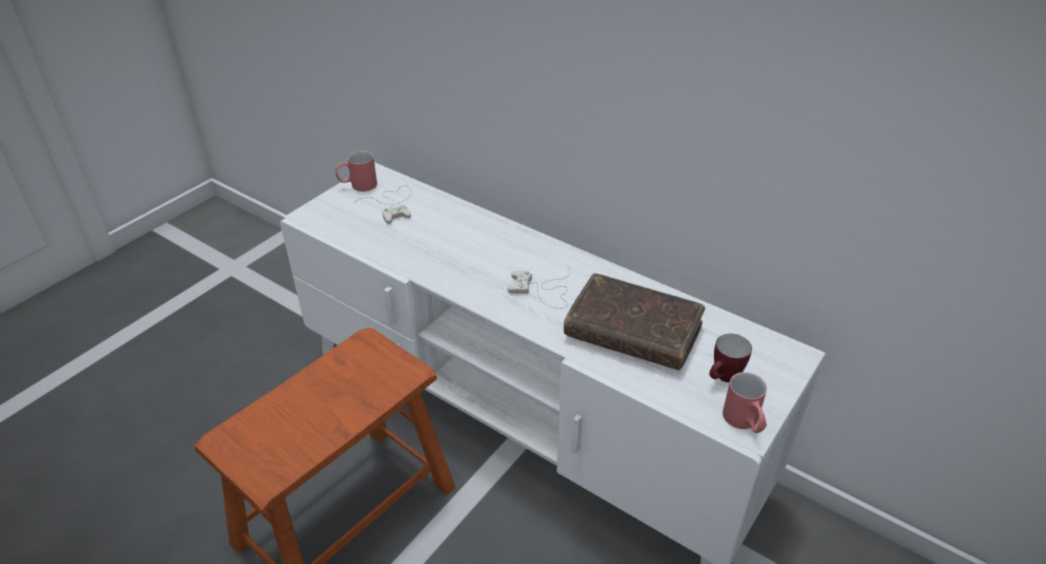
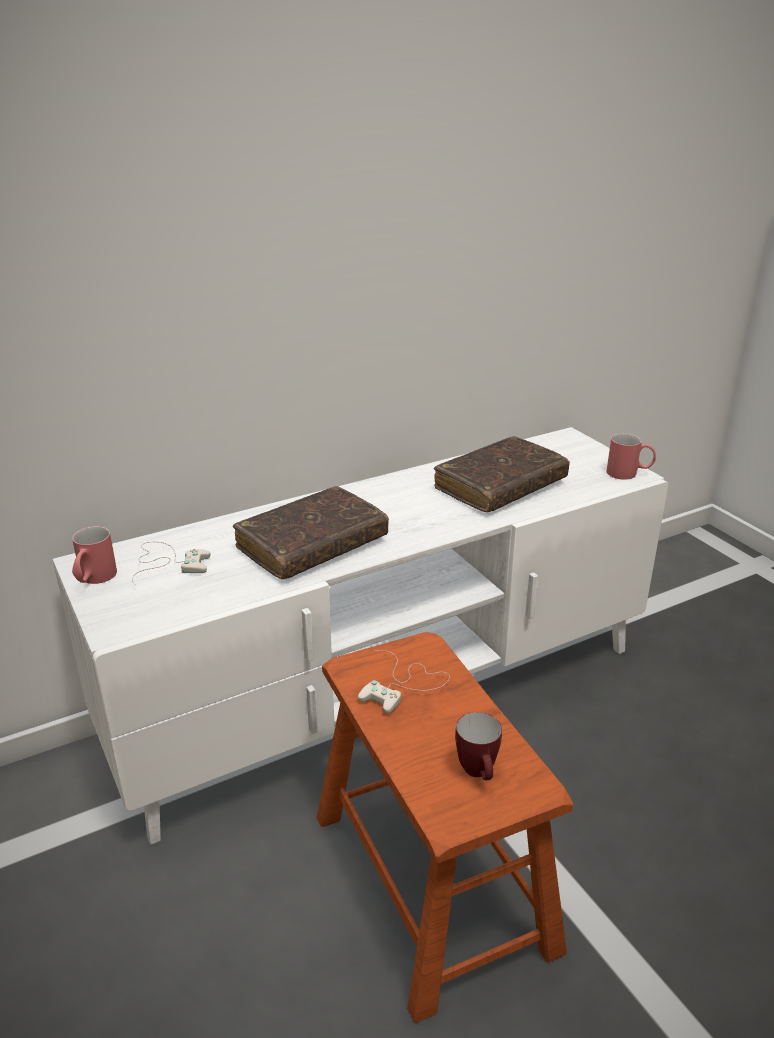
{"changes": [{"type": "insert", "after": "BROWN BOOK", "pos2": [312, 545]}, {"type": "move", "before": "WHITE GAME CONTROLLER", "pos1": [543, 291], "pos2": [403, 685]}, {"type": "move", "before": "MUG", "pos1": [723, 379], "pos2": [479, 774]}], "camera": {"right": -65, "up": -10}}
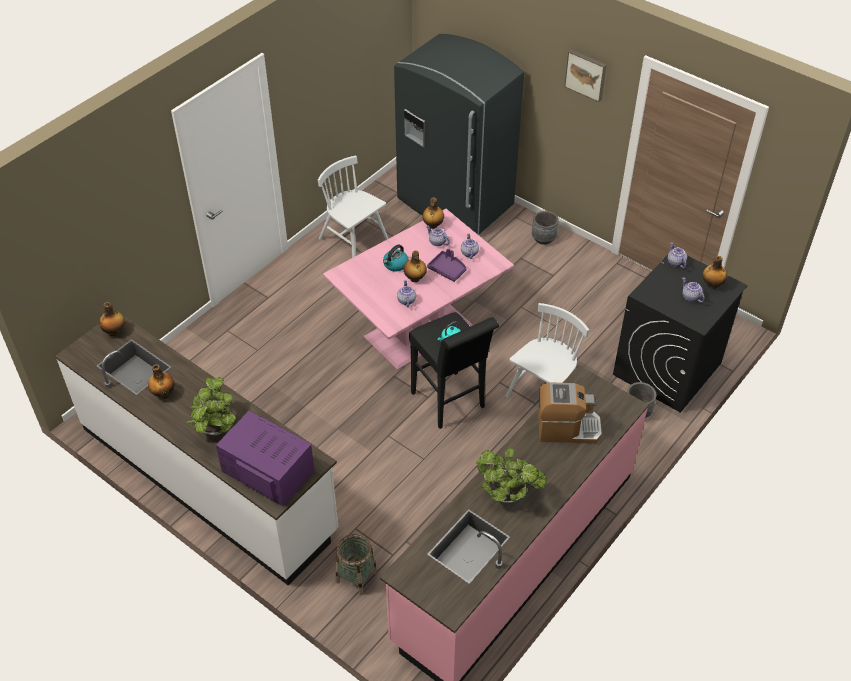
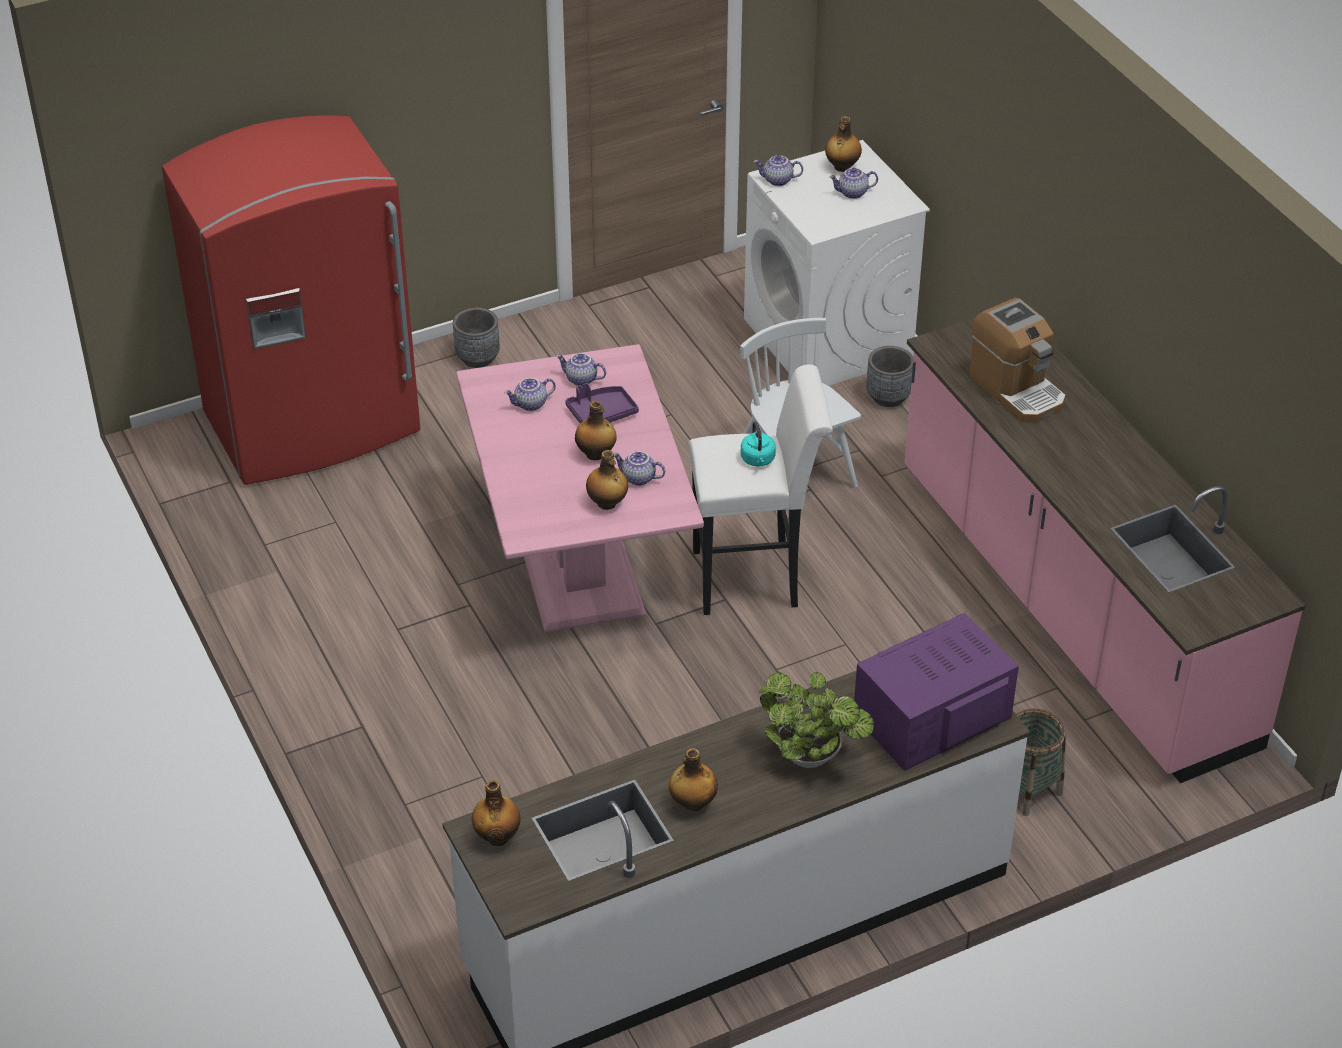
{"changes": [{"type": "delete", "before": "WHITE CHAIR", "pos1": [353, 240]}, {"type": "delete", "before": "KETTLE", "pos1": [395, 265]}, {"type": "delete", "before": "POTTED PLANT", "pos1": [509, 495]}, {"type": "delete", "before": "PICTURE", "pos1": [586, 74]}, {"type": "move", "before": "BOTTLE", "pos1": [433, 225], "pos2": [607, 503]}, {"type": "recolor", "before": "GREY FRIDGE", "after": "RED FRIDGE", "pos1": [454, 203], "pos2": [314, 425]}, {"type": "recolor", "before": "BLACK STOOL", "after": "WHITE STOOL", "pos1": [450, 403], "pos2": [754, 578]}, {"type": "recolor", "before": "BLACK WASHING MACHINE", "after": "WHITE WASHING MACHINE", "pos1": [667, 369], "pos2": [829, 339]}, {"type": "rotate", "before": "COFFEE MACHINE", "pos1": [567, 428], "pos2": [1017, 389], "turn": 120}], "camera": {"right": -65, "up": -5}}
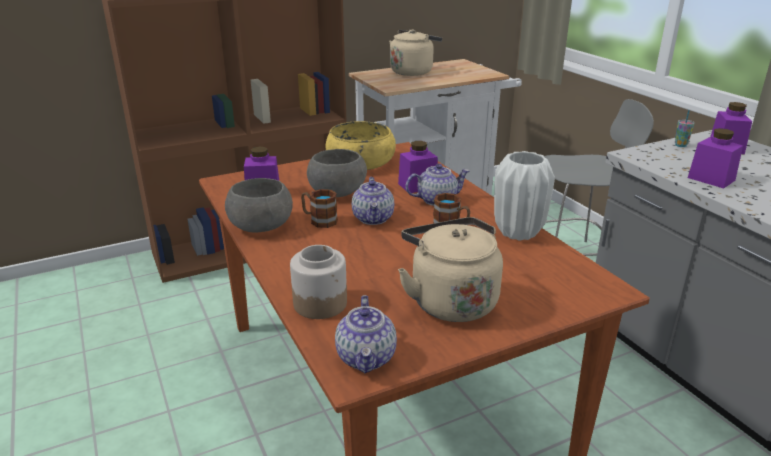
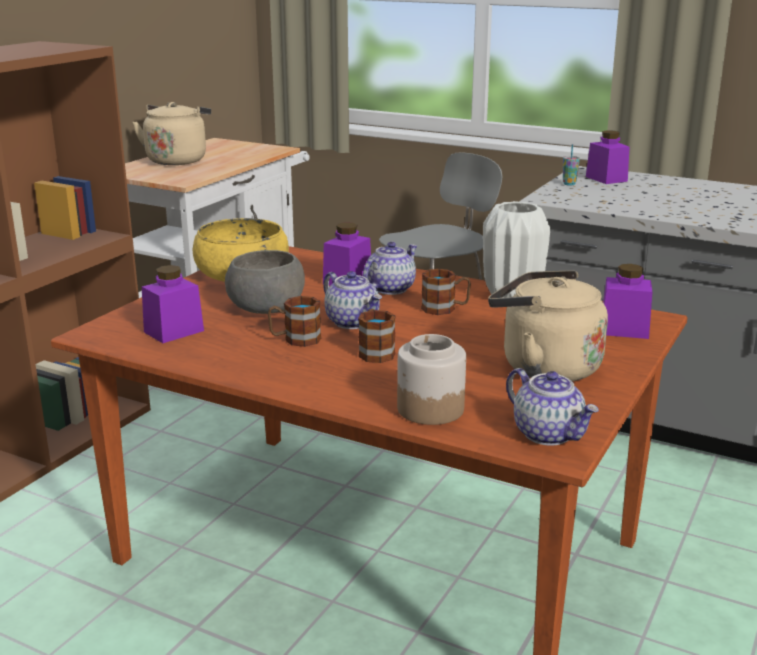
{"changes": [{"type": "delete", "before": "GREY BOWL", "pos1": [262, 225]}, {"type": "insert", "after": "MUG", "pos2": [375, 351]}, {"type": "move", "before": "PURPLE JAR", "pos1": [711, 179], "pos2": [624, 329]}], "camera": {"right": -35, "up": -5}}
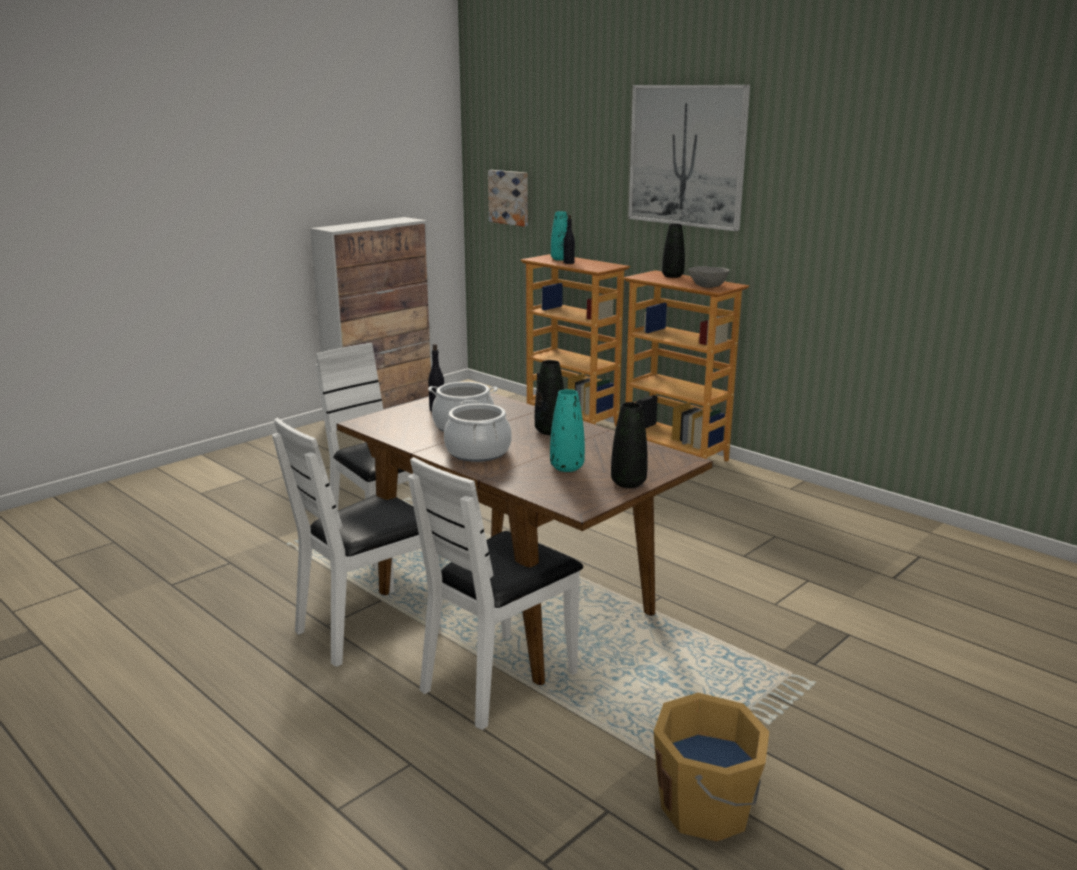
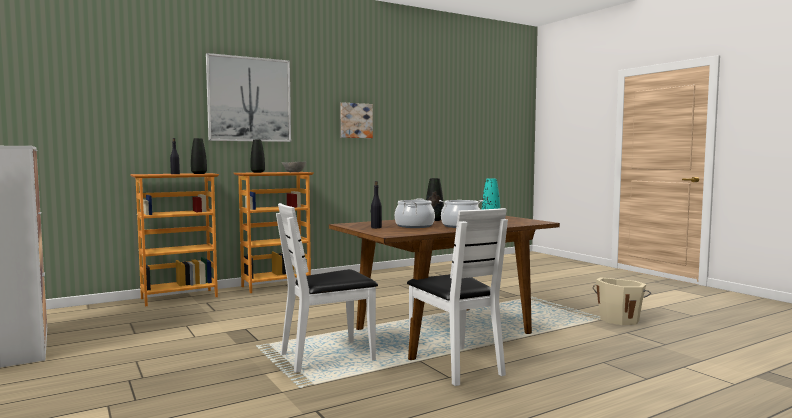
{"changes": [{"type": "delete", "before": "WHITE CHAIR", "pos1": [499, 680]}, {"type": "delete", "before": "TURQUOISE VASE", "pos1": [560, 259]}, {"type": "move", "before": "PICTURE", "pos1": [510, 197], "pos2": [355, 120]}, {"type": "move", "before": "BLACK VASE", "pos1": [628, 483], "pos2": [199, 173]}, {"type": "recolor", "before": "ORANGE BUCKET", "after": "BEIGE BUCKET", "pos1": [708, 808], "pos2": [619, 319]}], "camera": {"right": -75, "up": -15}}
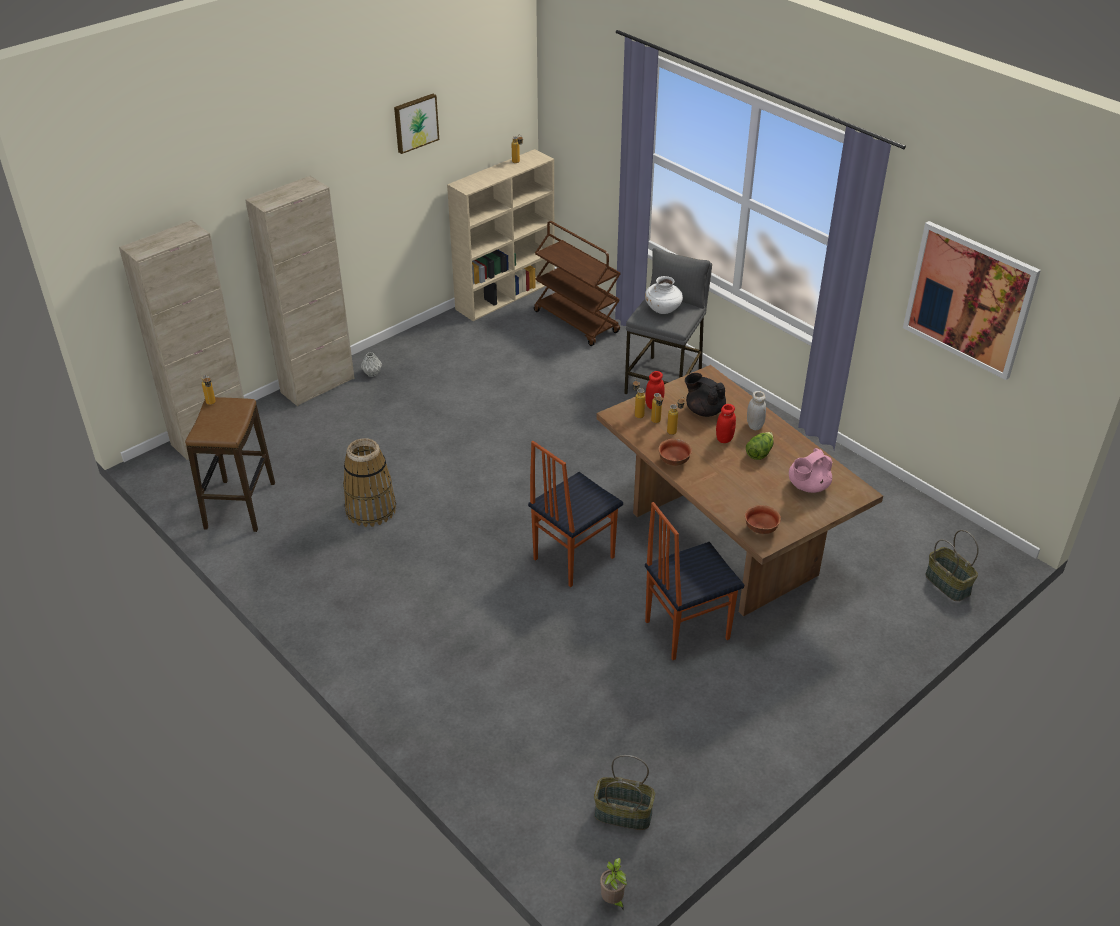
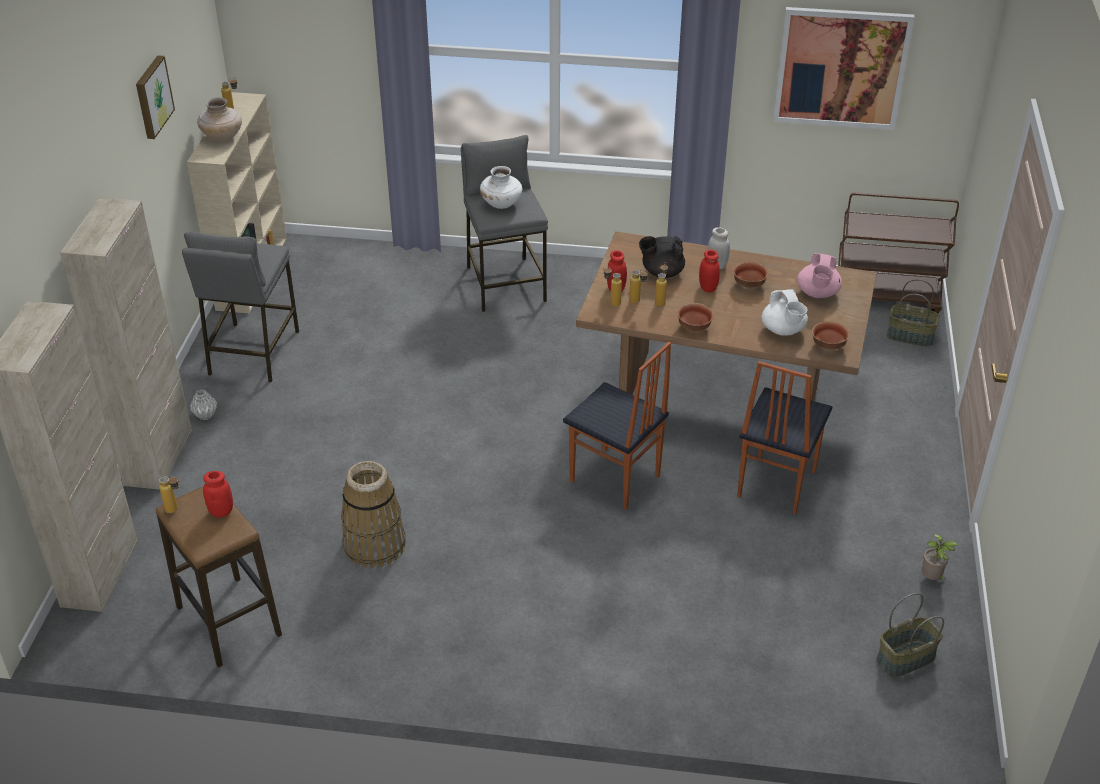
{"changes": [{"type": "insert", "after": "GREY STOOL", "pos2": [252, 352]}, {"type": "insert", "after": "BEIGE VASE", "pos2": [222, 137]}, {"type": "insert", "after": "RED JAR", "pos2": [221, 511]}, {"type": "insert", "after": "WHITE TEAPOT", "pos2": [783, 330]}, {"type": "move", "before": "BROWN CART", "pos1": [577, 322], "pos2": [885, 297]}, {"type": "move", "before": "POTTED PLANT", "pos1": [613, 900], "pos2": [932, 579]}, {"type": "replace", "before": "LETTUCE", "after": "BOWL", "pos1": [759, 452], "pos2": [748, 285]}, {"type": "rotate", "before": "CHAIR", "pos1": [572, 558], "pos2": [614, 480], "turn": -60}], "camera": {"right": -40, "up": 0}}
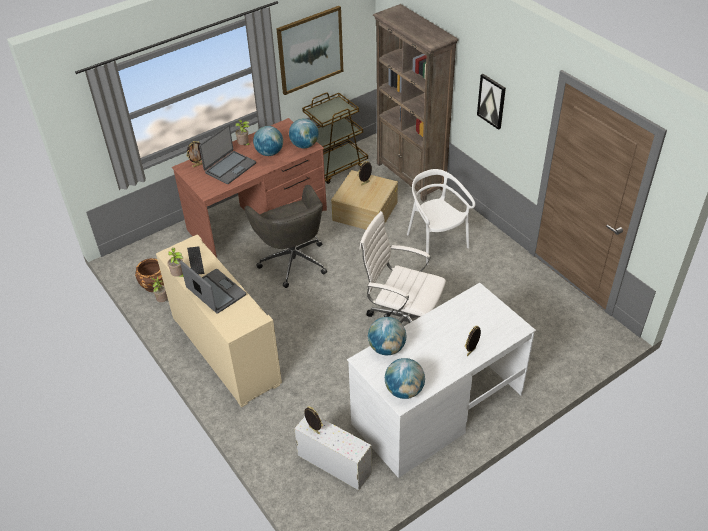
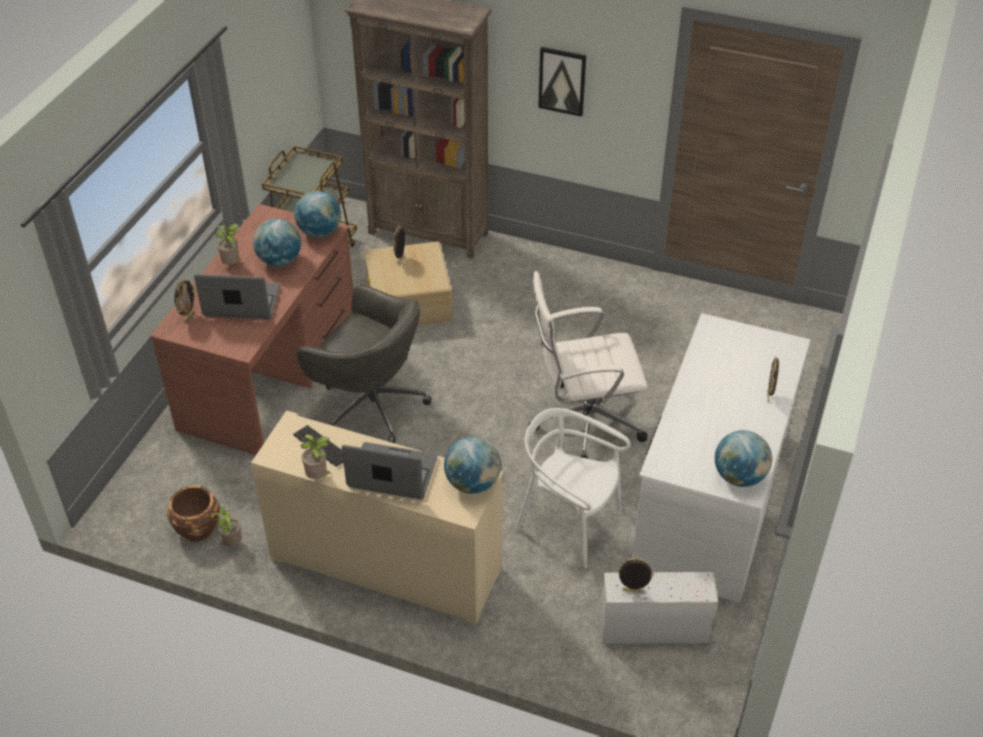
{"changes": [{"type": "delete", "before": "PICTURE", "pos1": [310, 50]}, {"type": "move", "before": "GLOBE", "pos1": [387, 348], "pos2": [472, 483]}, {"type": "move", "before": "WHITE CHAIR", "pos1": [436, 242], "pos2": [569, 523]}, {"type": "rotate", "before": "LAPTOP", "pos1": [230, 168], "pos2": [241, 302], "turn": -90}], "camera": {"right": -35, "up": 0}}
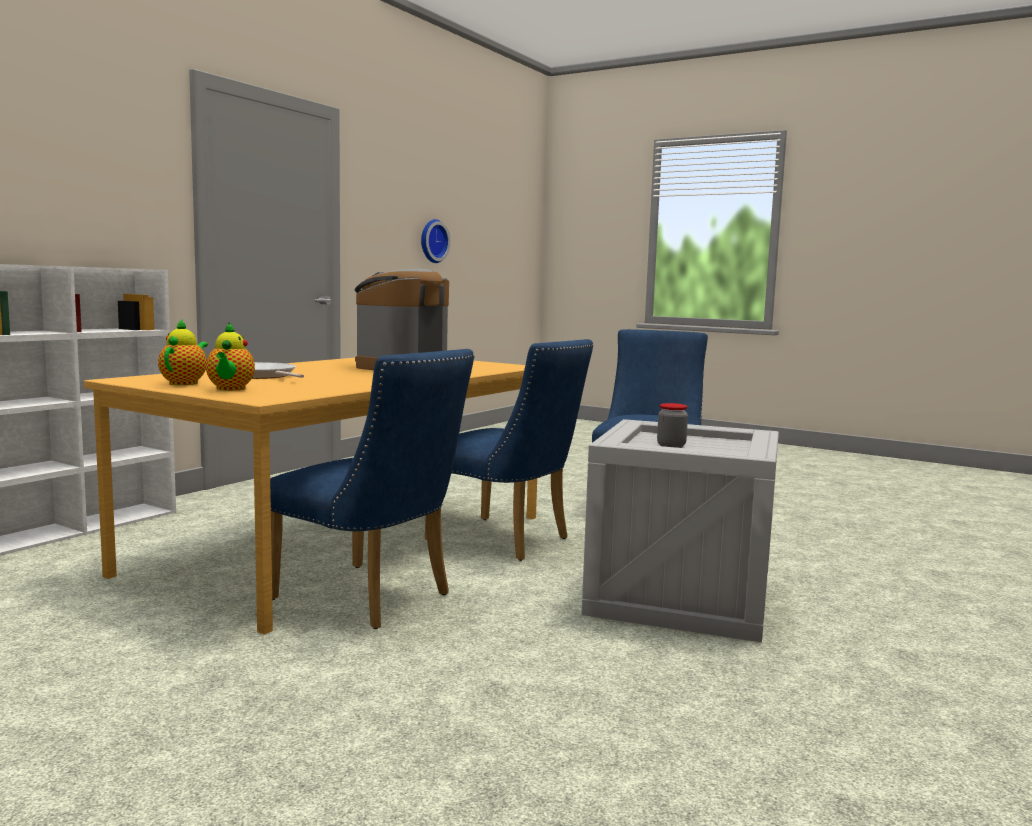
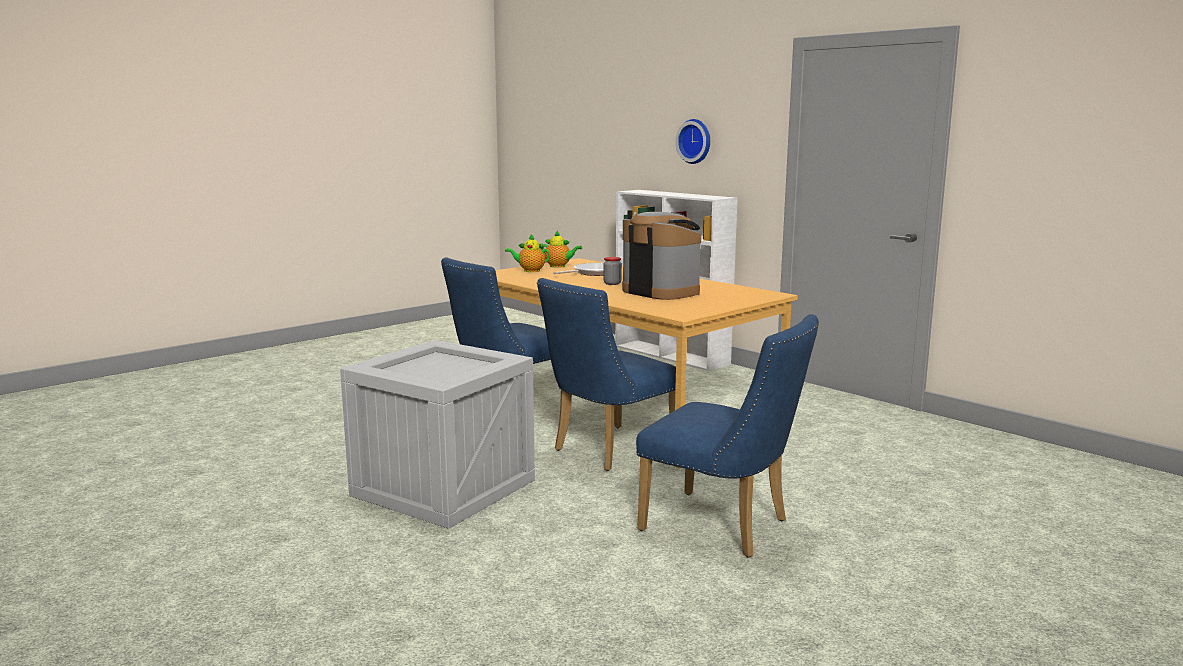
{"changes": [{"type": "move", "before": "WALL CLOCK", "pos1": [432, 241], "pos2": [695, 141]}, {"type": "move", "before": "JAR", "pos1": [671, 446], "pos2": [612, 283]}], "camera": {"right": 105, "up": 5}}
